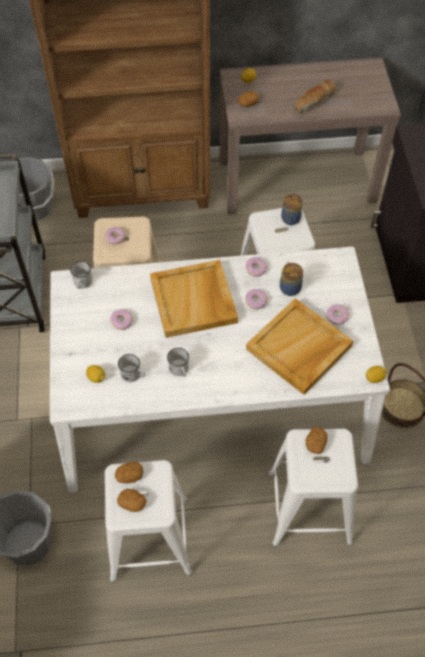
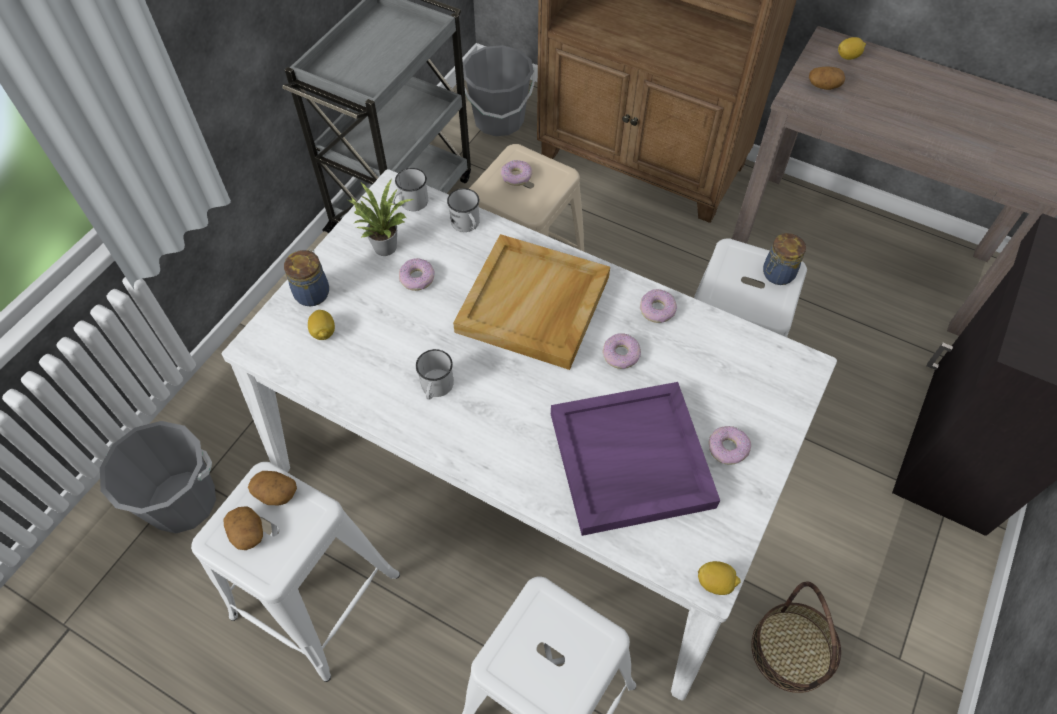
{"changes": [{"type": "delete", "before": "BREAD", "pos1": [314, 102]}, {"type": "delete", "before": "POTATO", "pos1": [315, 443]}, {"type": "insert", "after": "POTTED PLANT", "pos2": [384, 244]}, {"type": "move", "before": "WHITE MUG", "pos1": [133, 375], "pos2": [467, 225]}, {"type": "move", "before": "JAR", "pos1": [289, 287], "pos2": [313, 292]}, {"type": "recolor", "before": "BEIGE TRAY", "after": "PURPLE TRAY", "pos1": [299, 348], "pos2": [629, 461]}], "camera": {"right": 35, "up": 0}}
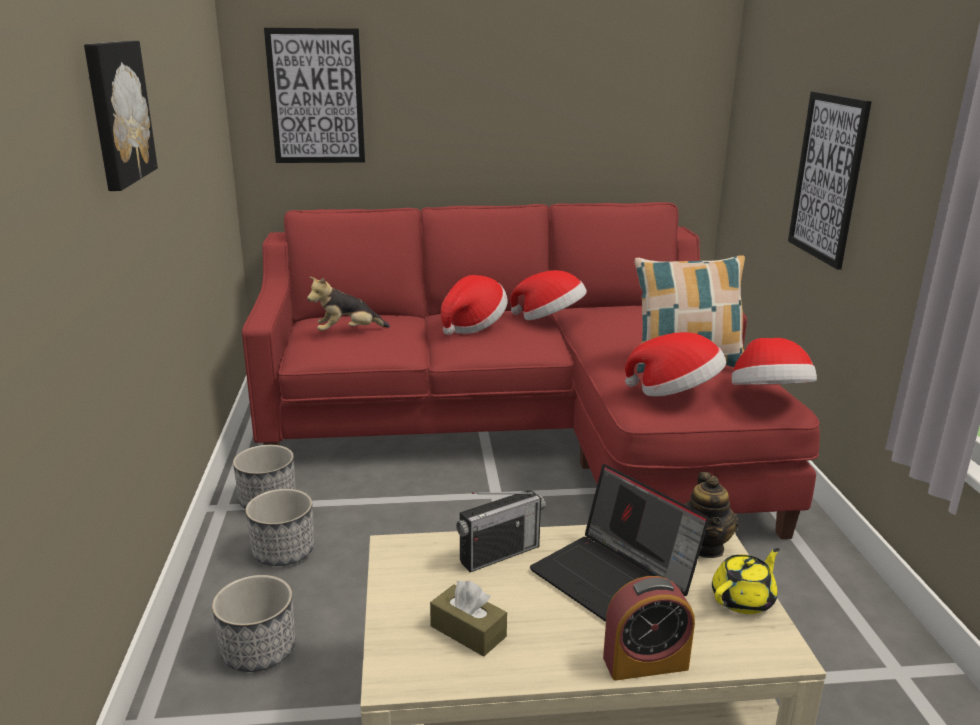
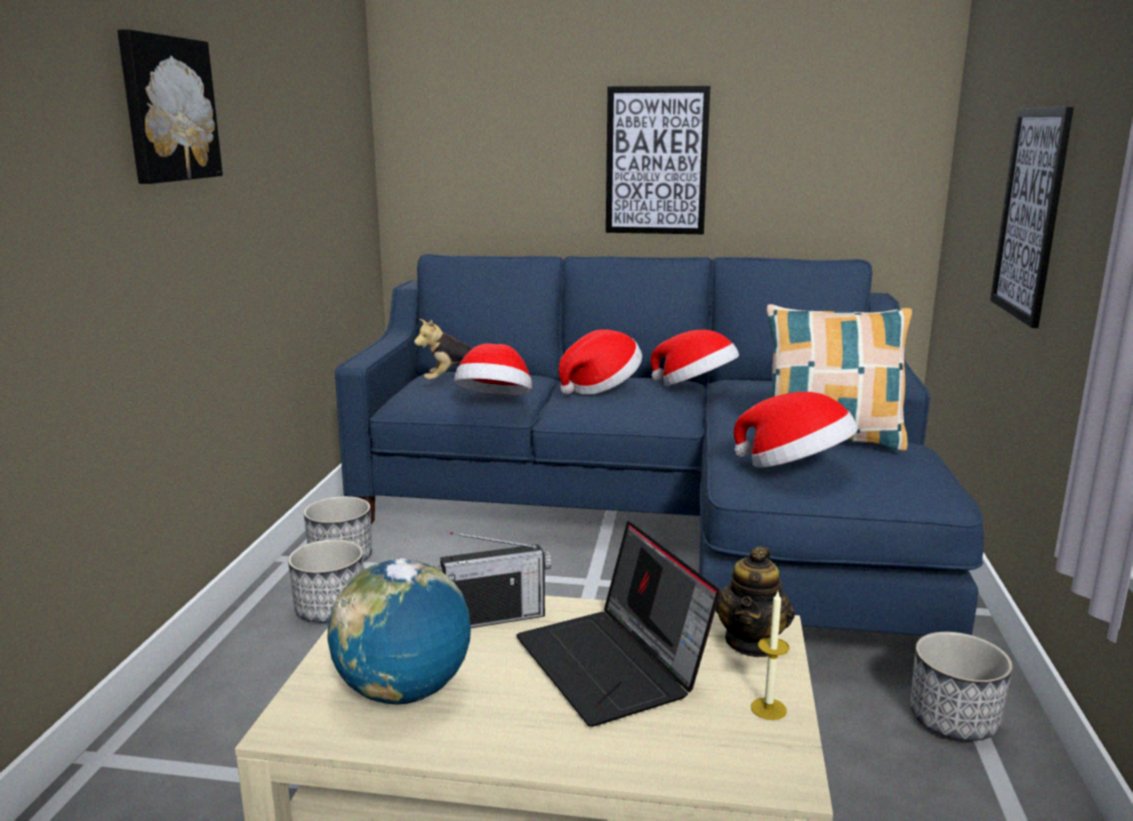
{"changes": [{"type": "delete", "before": "ALARM CLOCK", "pos1": [645, 663]}, {"type": "move", "before": "PLANTER", "pos1": [258, 650], "pos2": [953, 719]}, {"type": "move", "before": "PICTURE", "pos1": [316, 97], "pos2": [656, 161]}, {"type": "move", "before": "HAT", "pos1": [768, 397], "pos2": [495, 403]}, {"type": "replace", "before": "BROWN TISSUE BOX", "after": "GLOBE", "pos1": [468, 631], "pos2": [404, 691]}, {"type": "replace", "before": "YELLOW TEAPOT", "after": "CANDLE", "pos1": [743, 599], "pos2": [768, 709]}, {"type": "recolor", "before": "RED SOFA", "after": "BLUE SOFA", "pos1": [524, 430], "pos2": [659, 518]}], "camera": {"right": 15, "up": -5}}
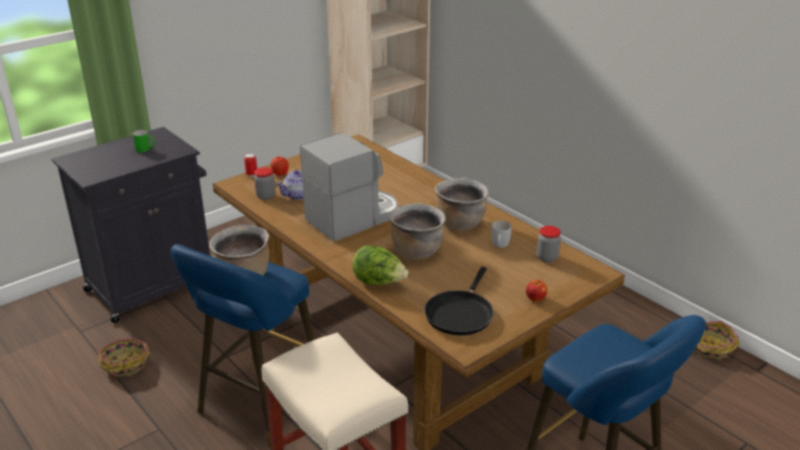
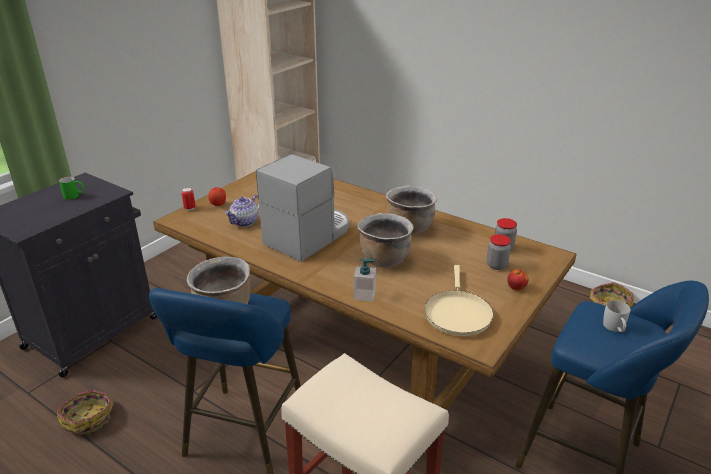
{"changes": [{"type": "move", "before": "JAR", "pos1": [265, 196], "pos2": [496, 265]}, {"type": "move", "before": "WHITE MUG", "pos1": [499, 245], "pos2": [614, 329]}, {"type": "replace", "before": "LETTUCE", "after": "SOAP DISPENSER", "pos1": [379, 282], "pos2": [364, 295]}, {"type": "recolor", "before": "BLACK FRYING PAN", "after": "BEIGE FRYING PAN", "pos1": [460, 313], "pos2": [457, 313]}], "camera": {"right": -15, "up": 0}}
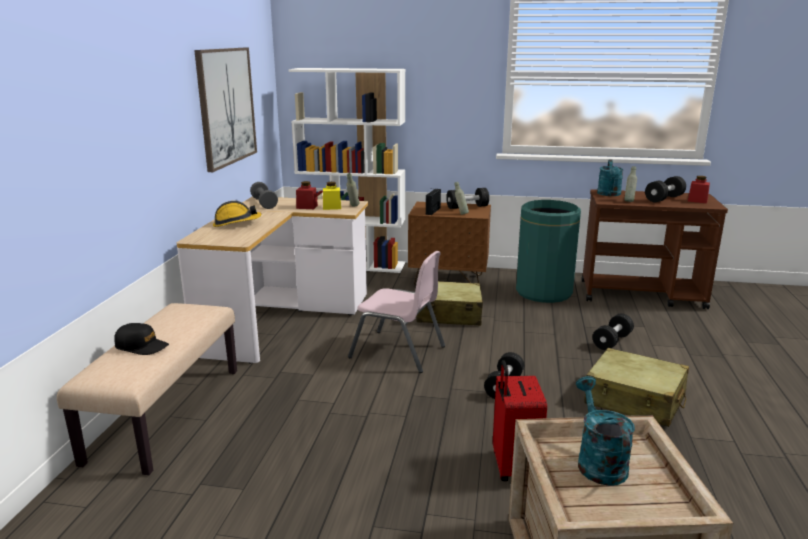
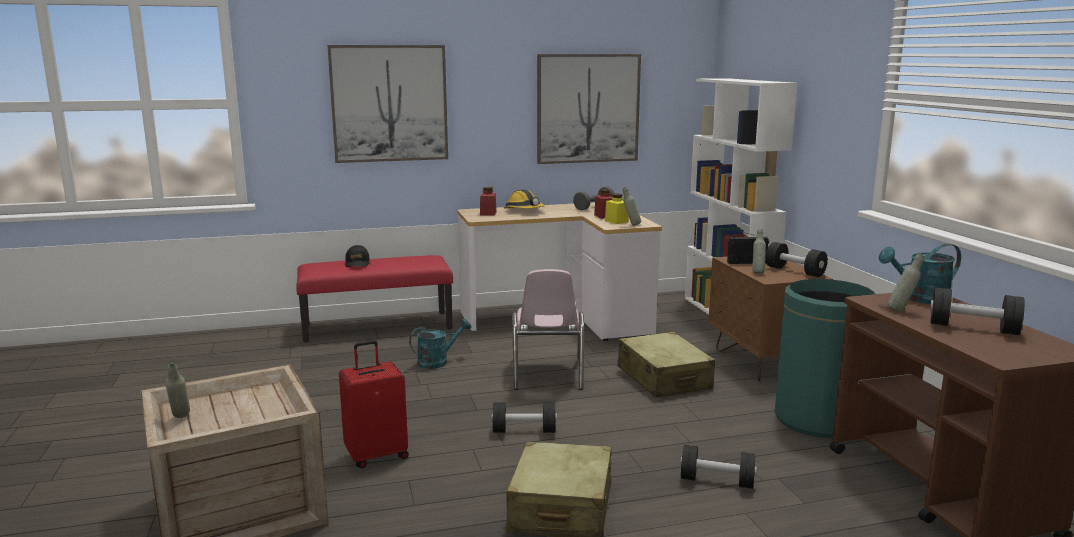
{"changes": [{"type": "insert", "after": "GREY BOTTLE", "pos2": [180, 419]}, {"type": "insert", "after": "PICTURE", "pos2": [389, 103]}, {"type": "move", "before": "TURQUOISE WATERING CAN", "pos1": [598, 461], "pos2": [438, 362]}, {"type": "move", "before": "RED JAR", "pos1": [697, 200], "pos2": [488, 213]}, {"type": "recolor", "before": "BEIGE BENCH", "after": "RED BENCH", "pos1": [166, 413], "pos2": [378, 326]}], "camera": {"right": 65, "up": -5}}
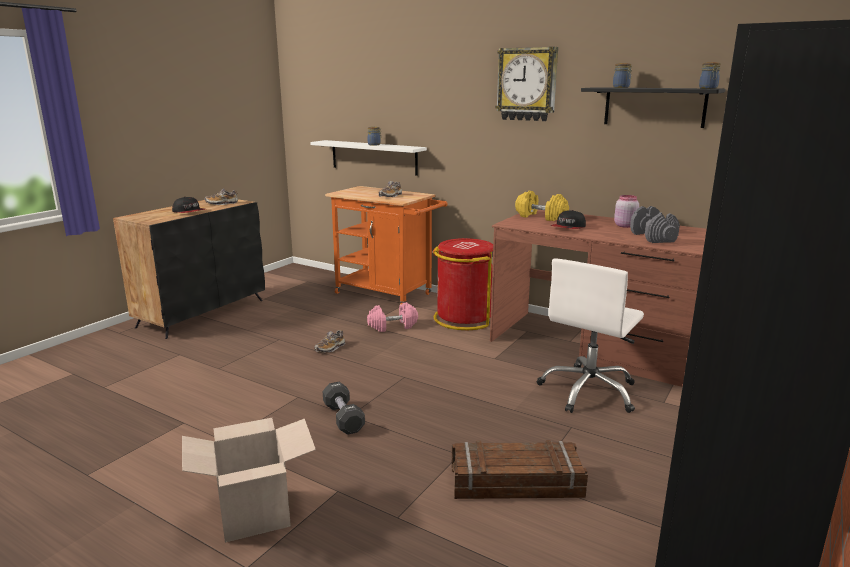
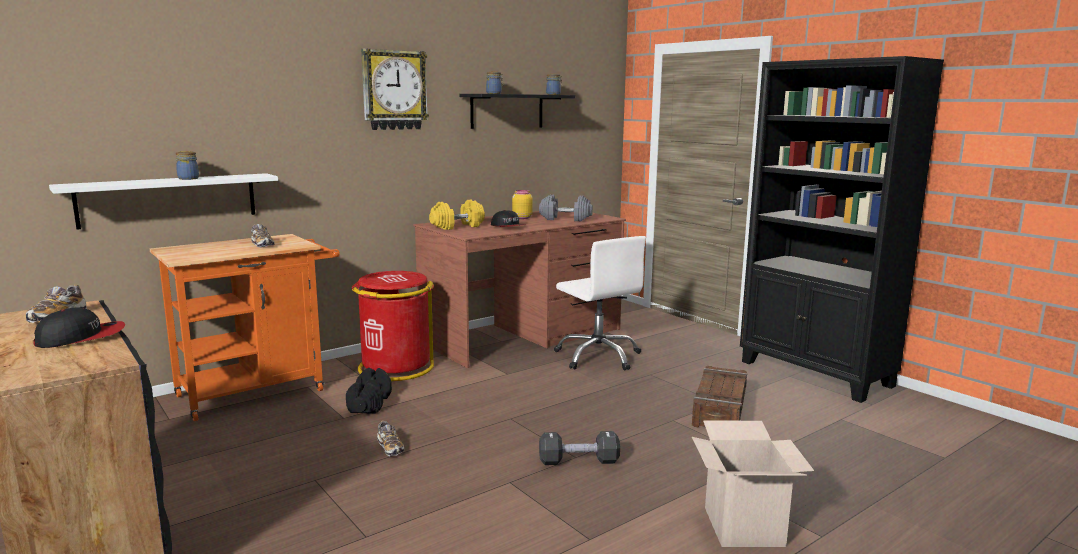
{"changes": [{"type": "recolor", "before": "PINK DUMBBELL", "after": "BLACK DUMBBELL", "pos1": [392, 326], "pos2": [370, 404]}, {"type": "recolor", "before": "PINK JAR", "after": "YELLOW JAR", "pos1": [625, 225], "pos2": [521, 218]}], "camera": {"right": -70, "up": -5}}
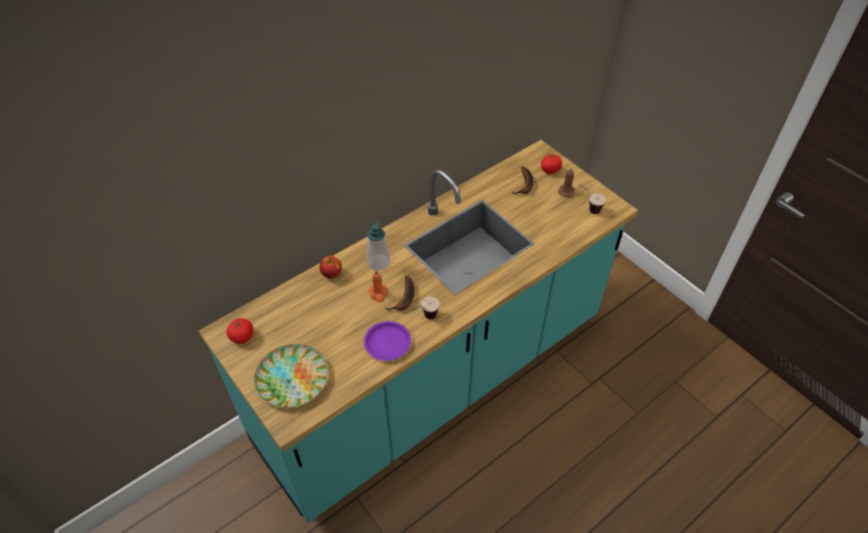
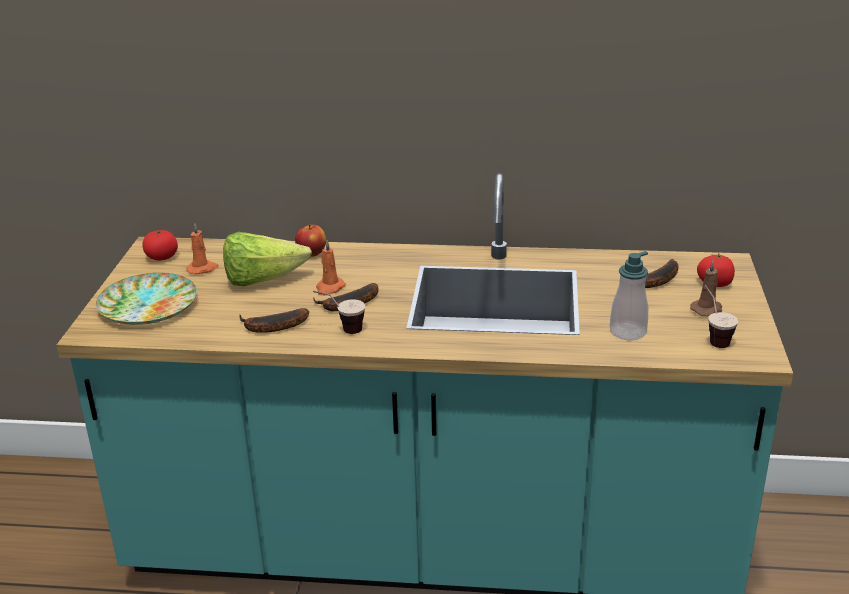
{"changes": [{"type": "insert", "after": "ORANGE CANDLE", "pos2": [203, 269]}, {"type": "insert", "after": "LETTUCE", "pos2": [262, 280]}, {"type": "move", "before": "SOAP DISPENSER", "pos1": [378, 263], "pos2": [627, 332]}, {"type": "replace", "before": "PURPLE PLATE", "after": "BANANA", "pos1": [387, 343], "pos2": [272, 327]}], "camera": {"right": 45, "up": -20}}
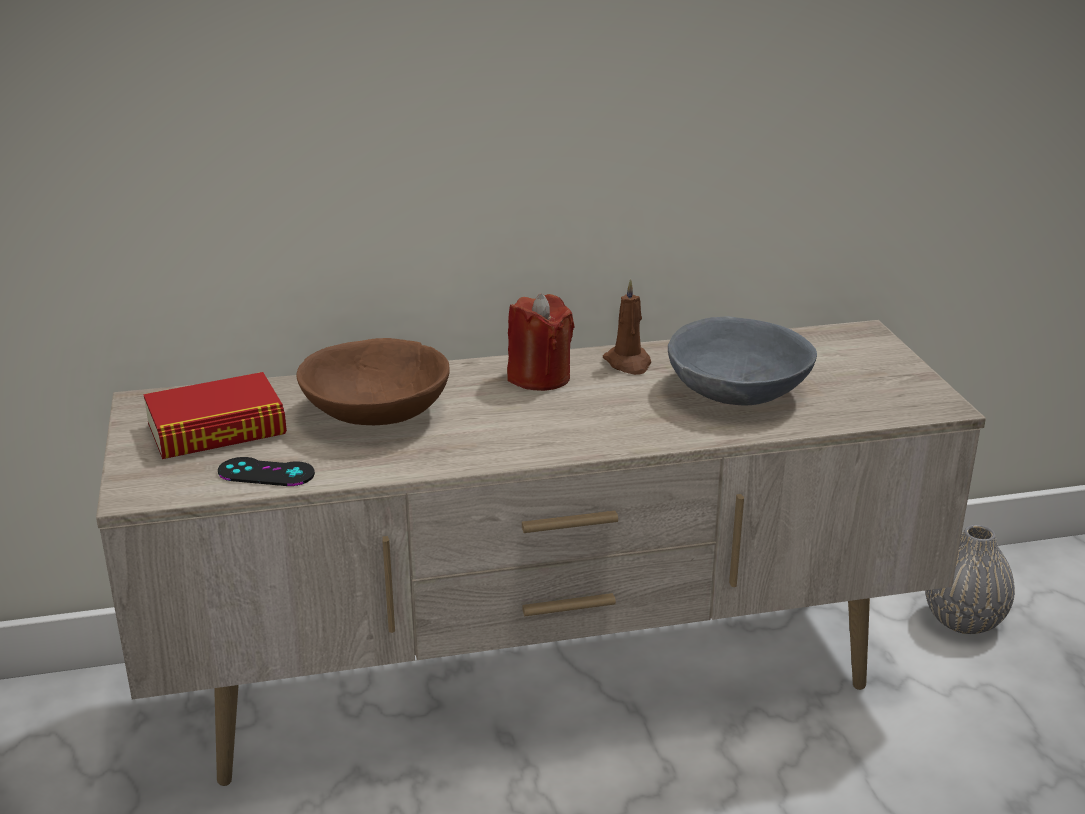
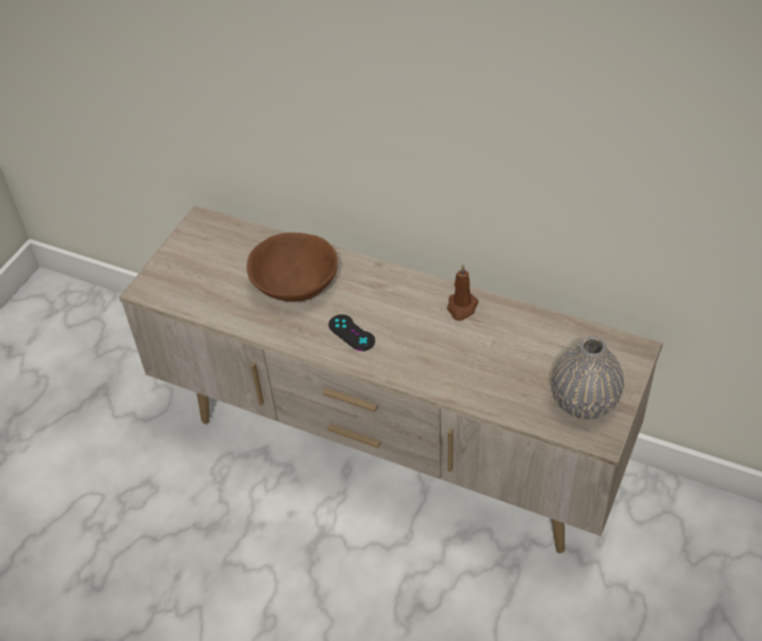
{"changes": [{"type": "delete", "before": "BOOK", "pos1": [217, 429]}, {"type": "delete", "before": "RED CANDLE", "pos1": [539, 377]}, {"type": "delete", "before": "GREY BOWL", "pos1": [739, 391]}, {"type": "move", "before": "BLACK GAME CONTROLLER", "pos1": [266, 472], "pos2": [351, 333]}, {"type": "move", "before": "GREY VASE", "pos1": [963, 620], "pos2": [584, 402]}], "camera": {"right": 40, "up": 20}}
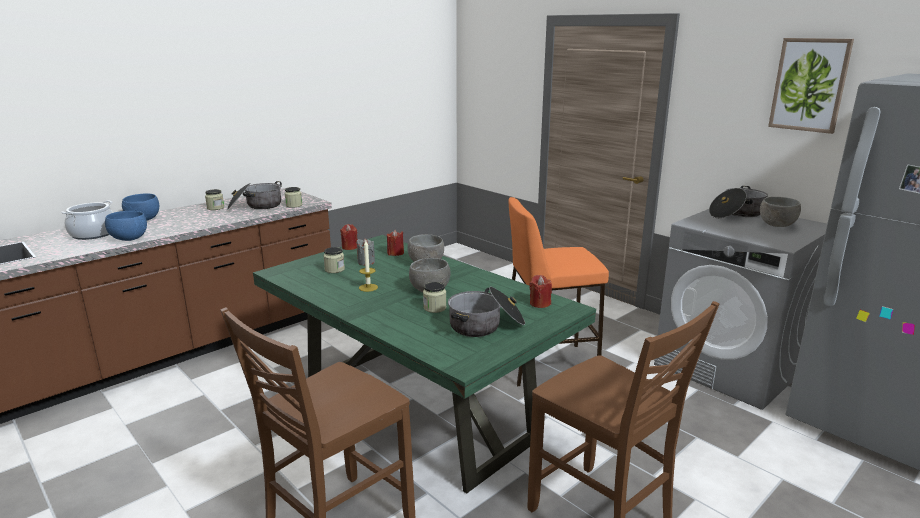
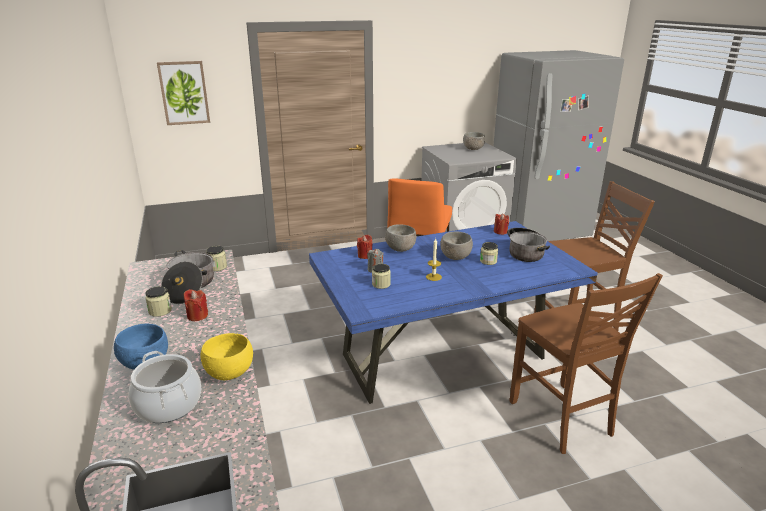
{"changes": [{"type": "delete", "before": "COOKING POT", "pos1": [736, 214]}, {"type": "move", "before": "RED CANDLE", "pos1": [350, 247], "pos2": [197, 316]}, {"type": "move", "before": "PICTURE", "pos1": [809, 85], "pos2": [184, 93]}, {"type": "recolor", "before": "BLUE BOWL", "after": "YELLOW BOWL", "pos1": [129, 239], "pos2": [230, 373]}, {"type": "recolor", "before": "GREEN DINING TABLE", "after": "BLUE DINING TABLE", "pos1": [414, 411], "pos2": [441, 358]}], "camera": {"right": -65, "up": 5}}
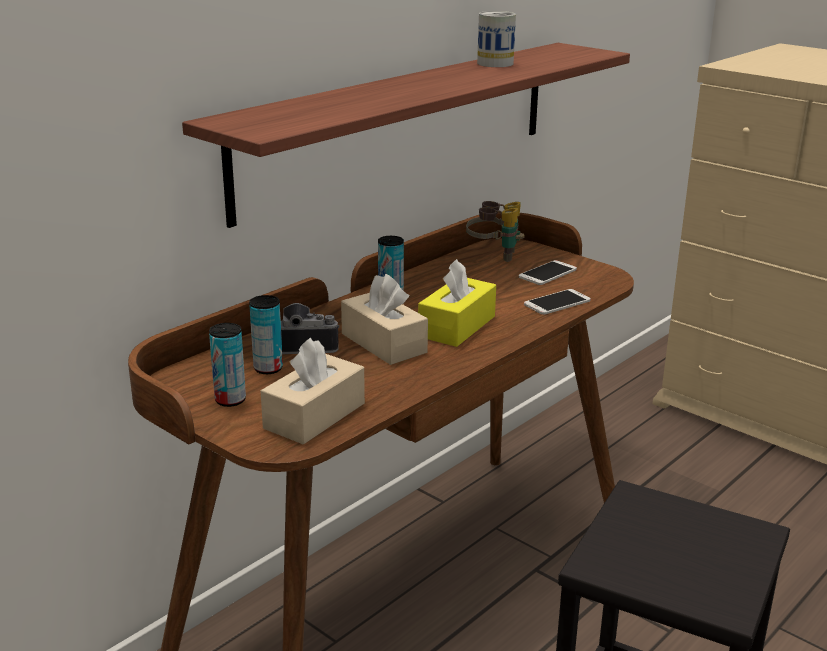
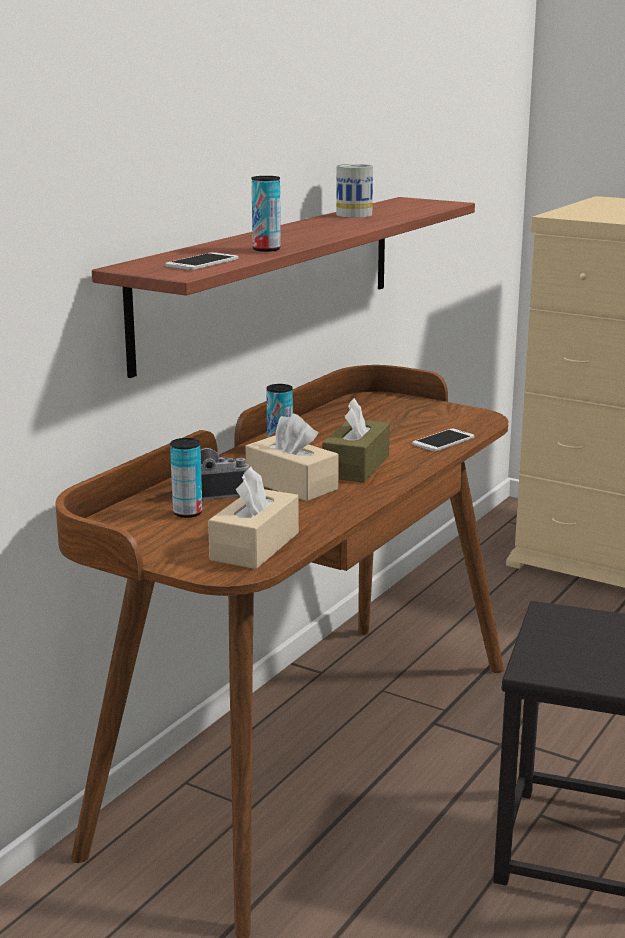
{"changes": [{"type": "delete", "before": "BINOCULARS", "pos1": [494, 255]}, {"type": "move", "before": "CAN", "pos1": [230, 400], "pos2": [266, 249]}, {"type": "move", "before": "PHONE", "pos1": [547, 273], "pos2": [202, 262]}, {"type": "recolor", "before": "YELLOW TISSUE BOX", "after": "BROWN TISSUE BOX", "pos1": [457, 326], "pos2": [356, 466]}], "camera": {"right": -10, "up": -5}}
